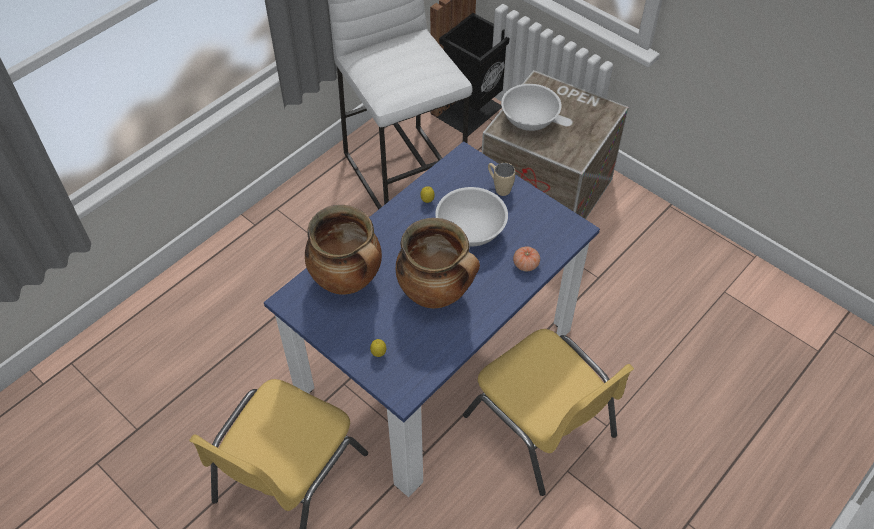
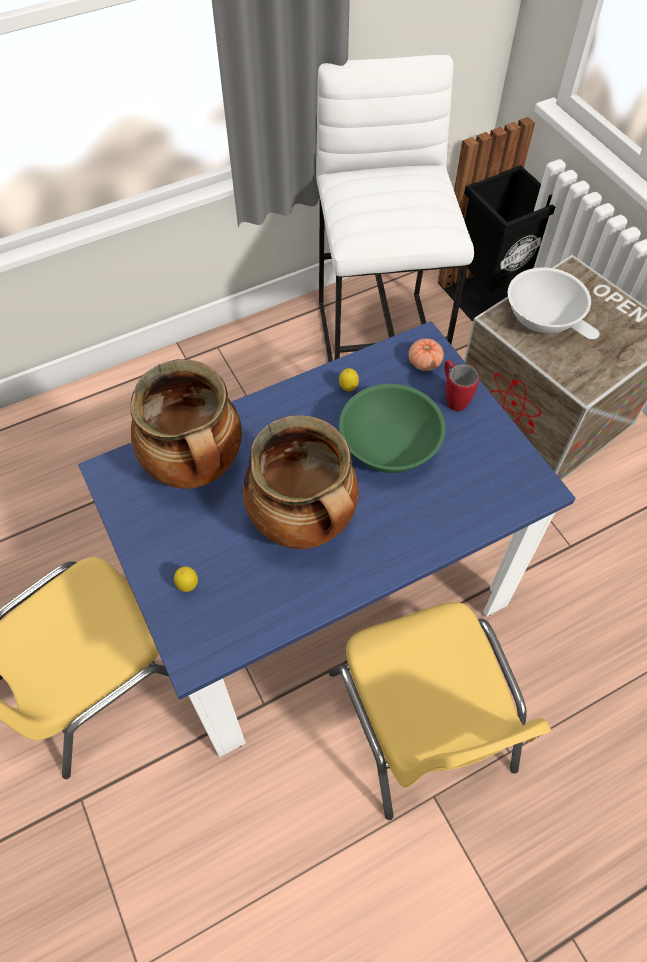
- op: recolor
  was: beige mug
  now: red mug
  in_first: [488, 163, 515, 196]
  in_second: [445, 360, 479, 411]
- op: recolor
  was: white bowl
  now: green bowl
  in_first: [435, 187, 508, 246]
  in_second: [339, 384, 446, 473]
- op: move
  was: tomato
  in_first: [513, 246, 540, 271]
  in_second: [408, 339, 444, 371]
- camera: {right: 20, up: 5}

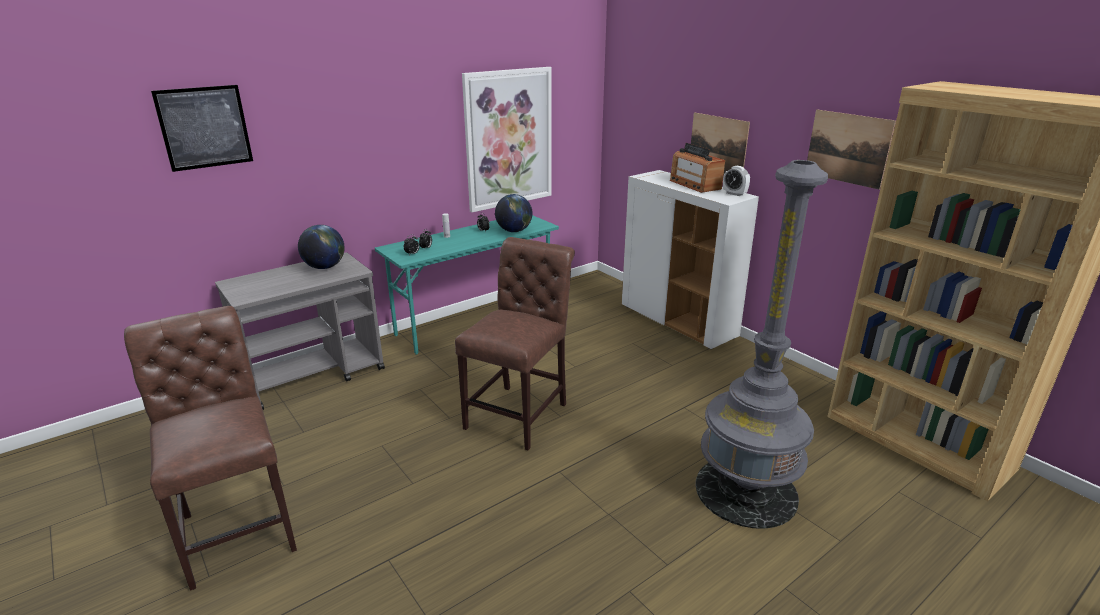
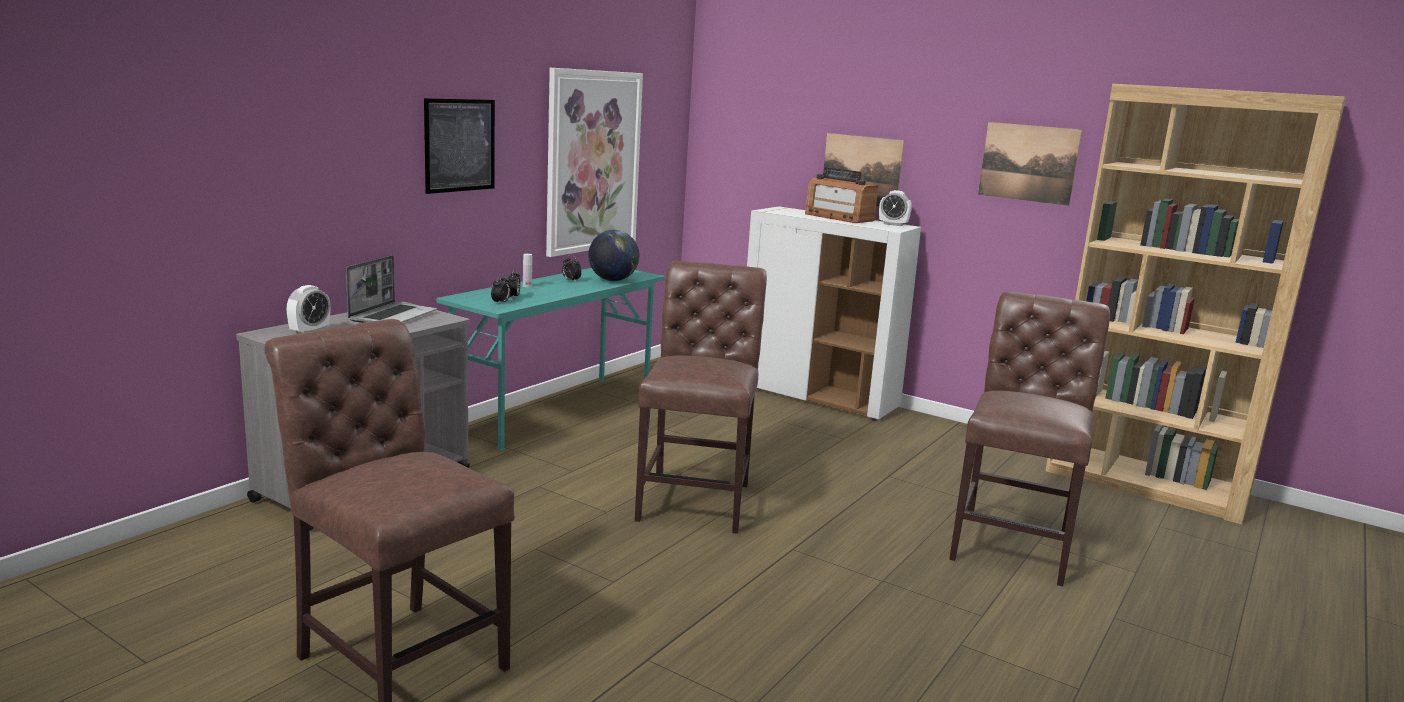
- op: move
  was: picture
  in_first: [151, 85, 253, 172]
  in_second: [424, 98, 495, 194]
- op: replace
  was: grey floor lamp
  now: brown chair
  in_first: [696, 160, 828, 529]
  in_second: [949, 291, 1110, 587]
- op: replace
  was: globe
  now: laptop
  in_first: [298, 225, 345, 269]
  in_second: [346, 255, 437, 323]
- op: insert
  now: alarm clock
  in_second: [287, 285, 330, 334]
- camera: {right: -20, up: -10}

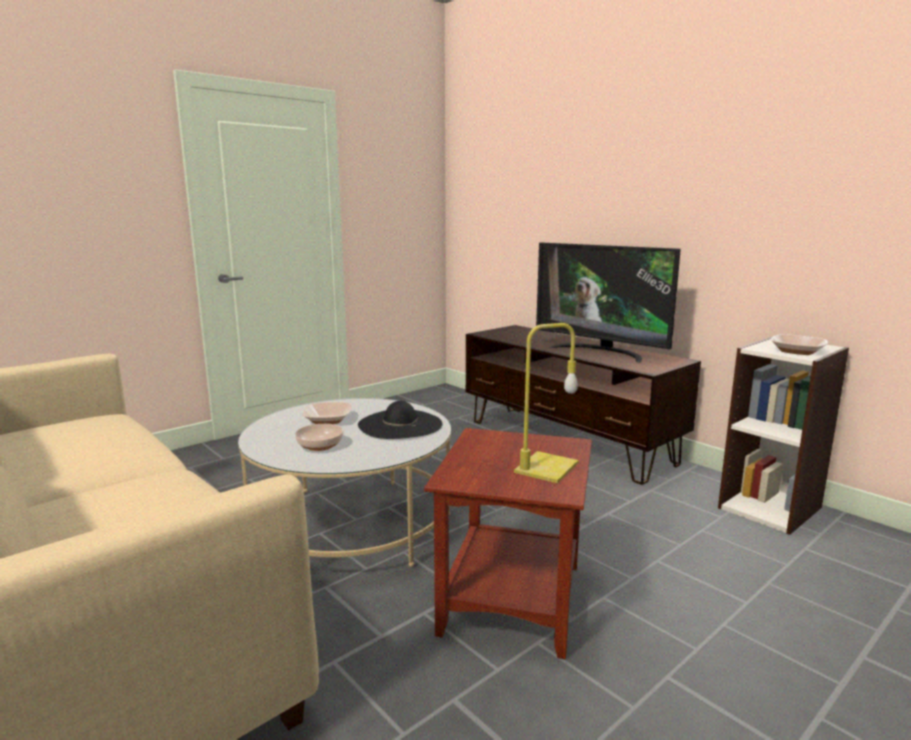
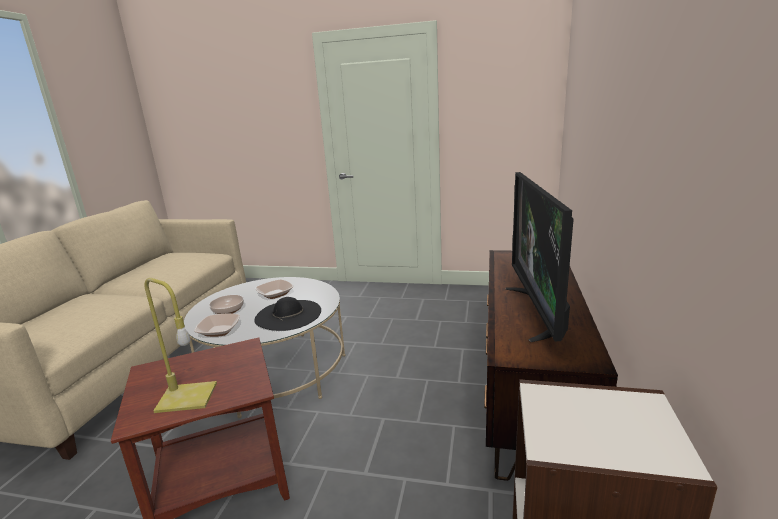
- op: move
  was: bowl
  in_first: [771, 334, 828, 355]
  in_second: [194, 314, 240, 337]
- camera: {right: 55, up: 5}

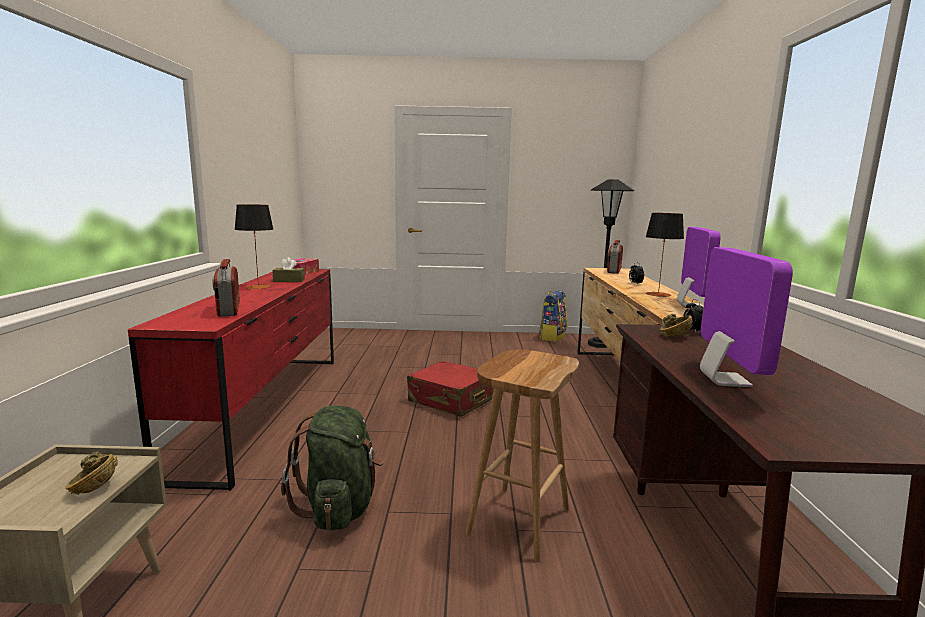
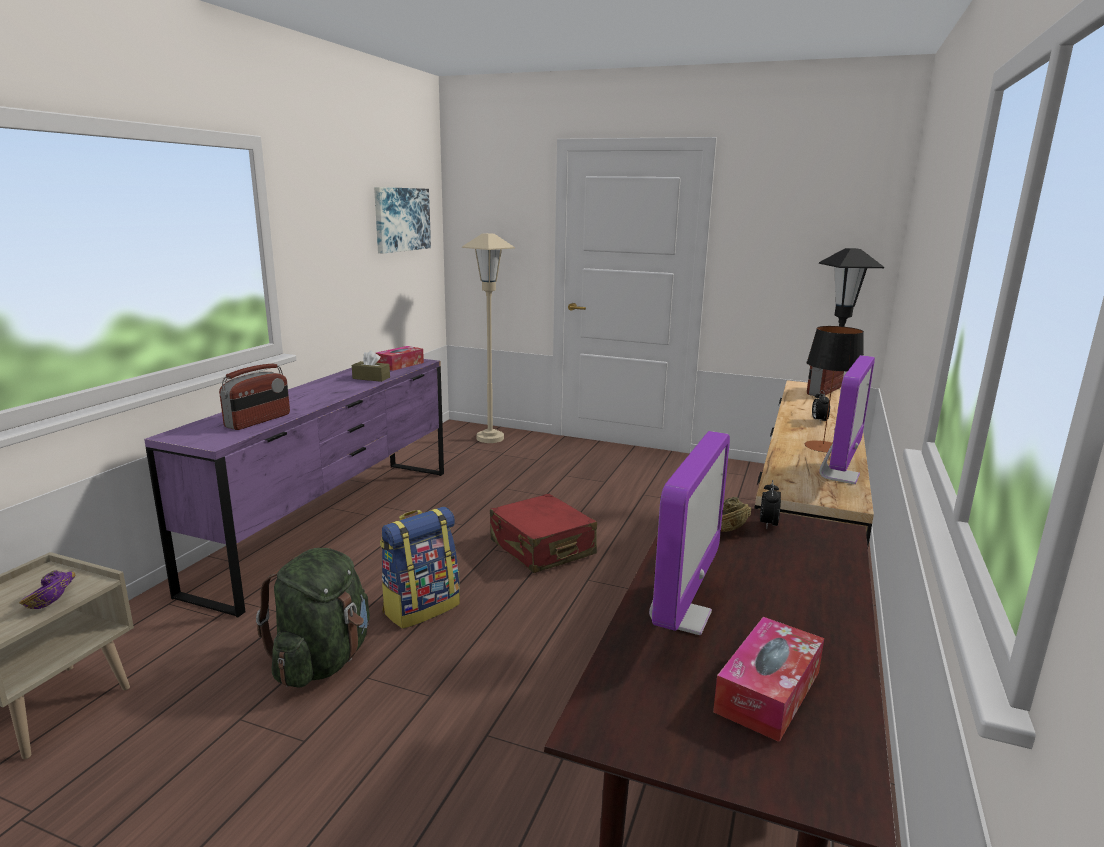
- op: delete
  was: table lamp
  in_first: [234, 204, 273, 289]
- op: rotate
  was: radio
  in_first: [212, 259, 240, 317]
  in_second: [219, 364, 290, 430]
  clockwise: -150
- op: recolor
  was: red dresser
  now: purple dresser
  in_first: [128, 269, 334, 491]
  in_second: [144, 359, 444, 617]
- op: move
  was: backpack
  in_first: [538, 290, 567, 342]
  in_second: [380, 507, 460, 629]
- op: delete
  was: brown stool
  in_first: [465, 349, 579, 562]
- op: recolor
  was: brown bowl
  now: purple bowl
  in_first: [65, 452, 118, 495]
  in_second: [19, 570, 76, 609]
- op: insert
  now: picture
  in_second: [374, 187, 431, 253]
- op: insert
  now: beige floor lamp
  in_second: [462, 233, 515, 443]
- op: insert
  now: tissue box
  in_second: [713, 617, 824, 742]
- camera: {right: 20, up: 5}

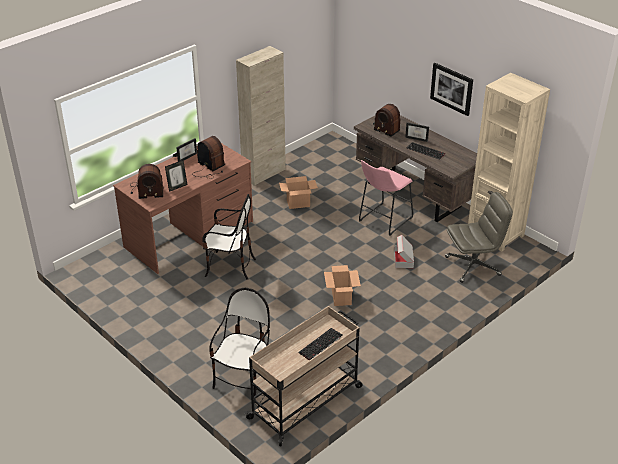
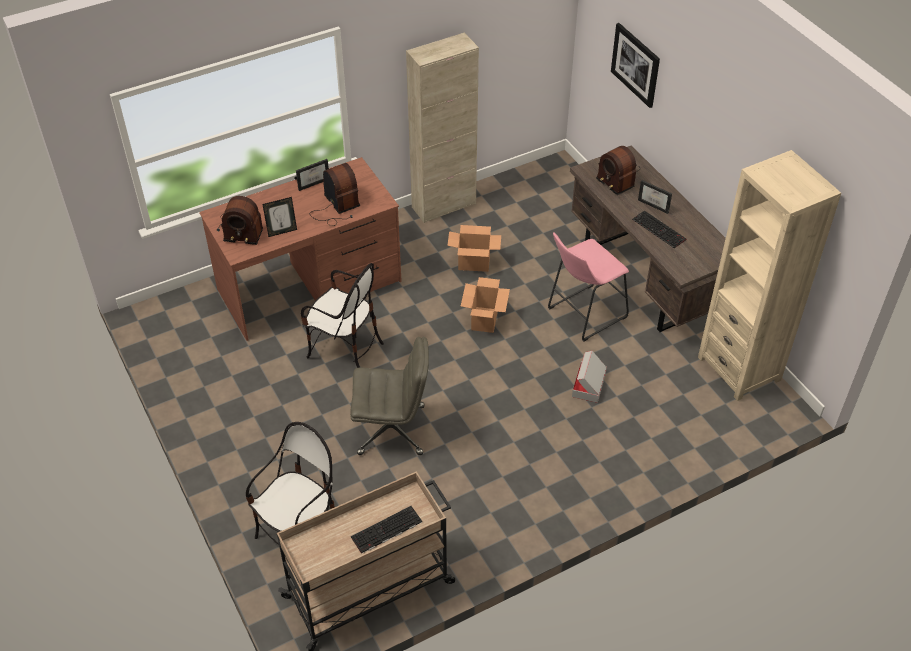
- op: move
  was: picture
  in_first: [430, 63, 473, 116]
  in_second: [611, 23, 660, 108]
- op: move
  was: grey office chair
  in_first: [445, 192, 513, 283]
  in_second: [350, 337, 429, 455]
- op: move
  was: cardboard box
  in_first: [324, 265, 361, 306]
  in_second: [461, 277, 510, 333]
- camera: {right: 15, up: 10}

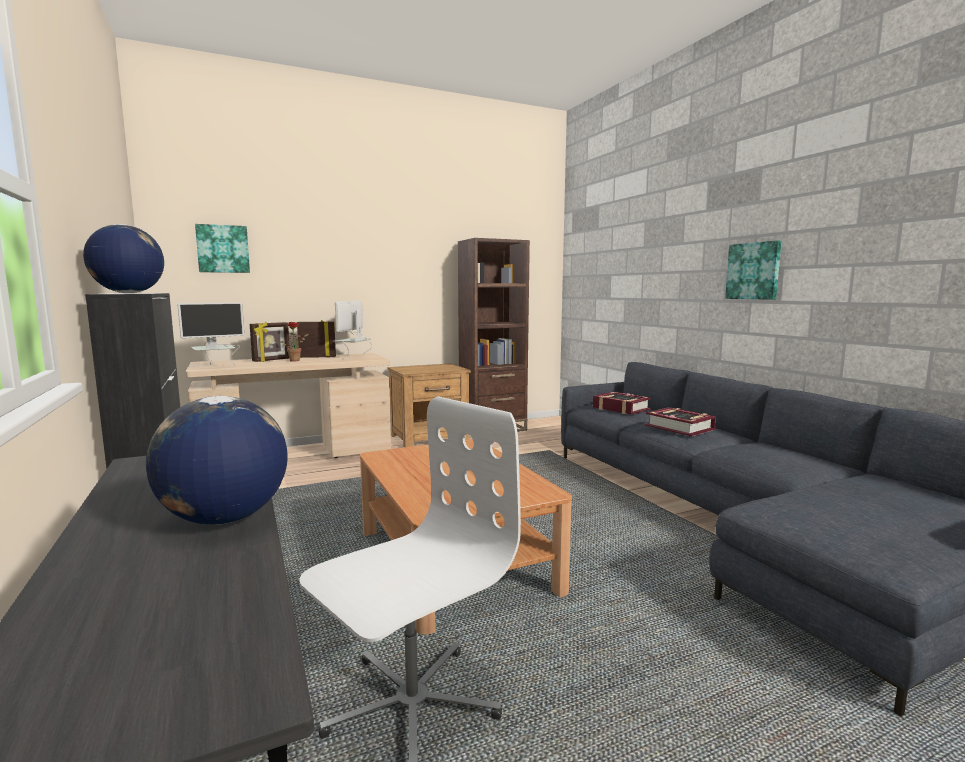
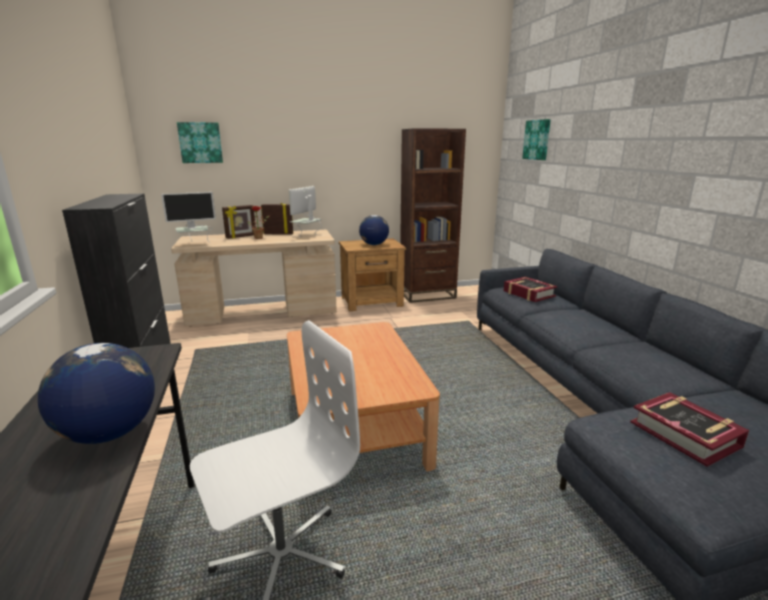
- op: move
  was: globe
  in_first: [83, 224, 164, 293]
  in_second: [359, 215, 389, 245]
- op: move
  was: picture
  in_first: [725, 240, 781, 300]
  in_second: [522, 119, 551, 160]
- op: move
  was: book
  in_first: [645, 407, 716, 436]
  in_second: [630, 392, 749, 467]
- camera: {right: 10, up: 10}

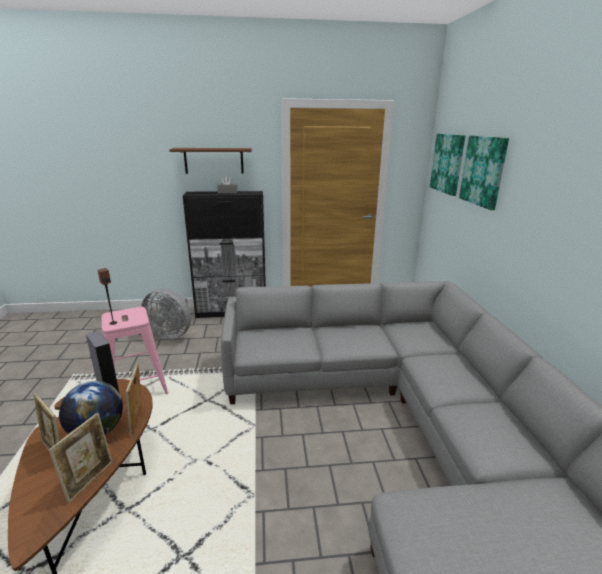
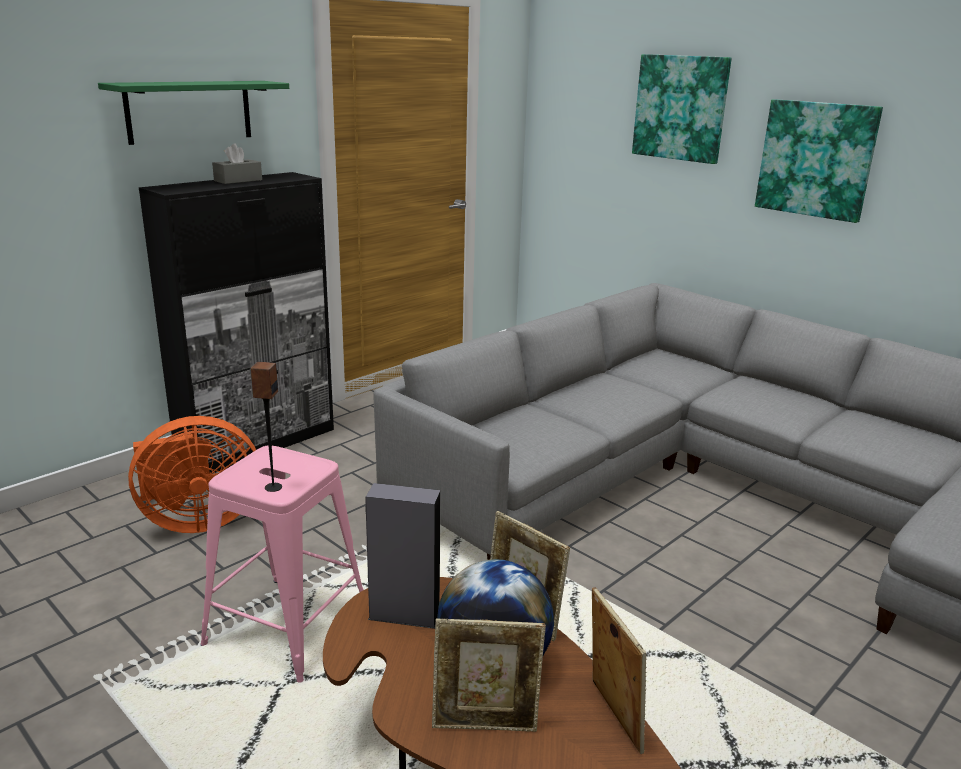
- op: move
  was: picture
  in_first: [430, 134, 465, 196]
  in_second: [755, 99, 883, 223]
- op: recolor
  was: brown shelf
  now: green shelf
  in_first: [169, 148, 252, 174]
  in_second: [98, 81, 289, 145]
- op: recolor
  was: grey fan
  now: orange fan
  in_first: [141, 289, 191, 339]
  in_second: [128, 416, 256, 533]
- camera: {right: -40, up: 0}

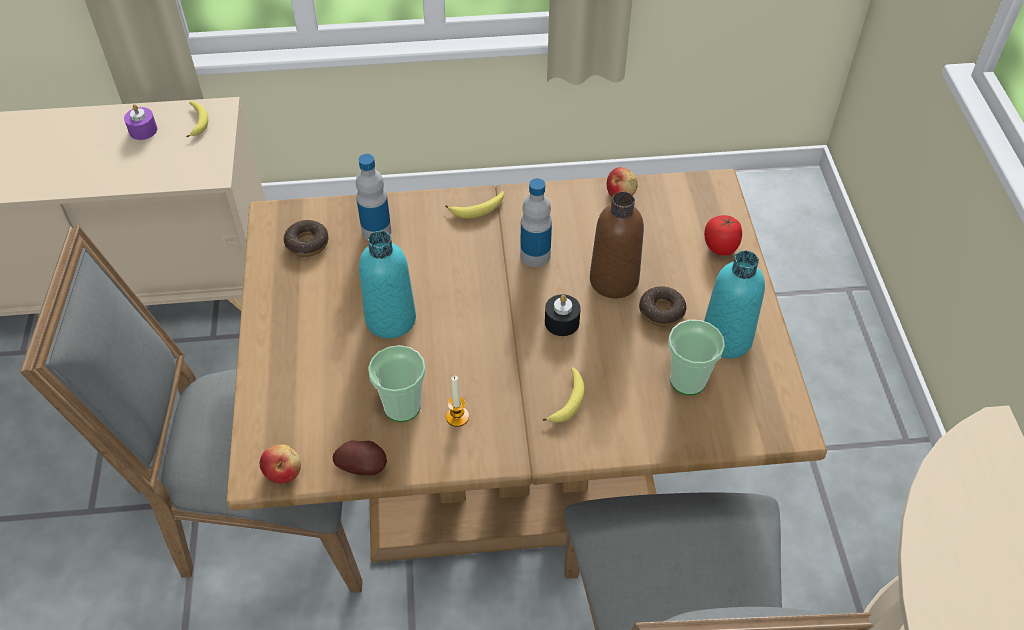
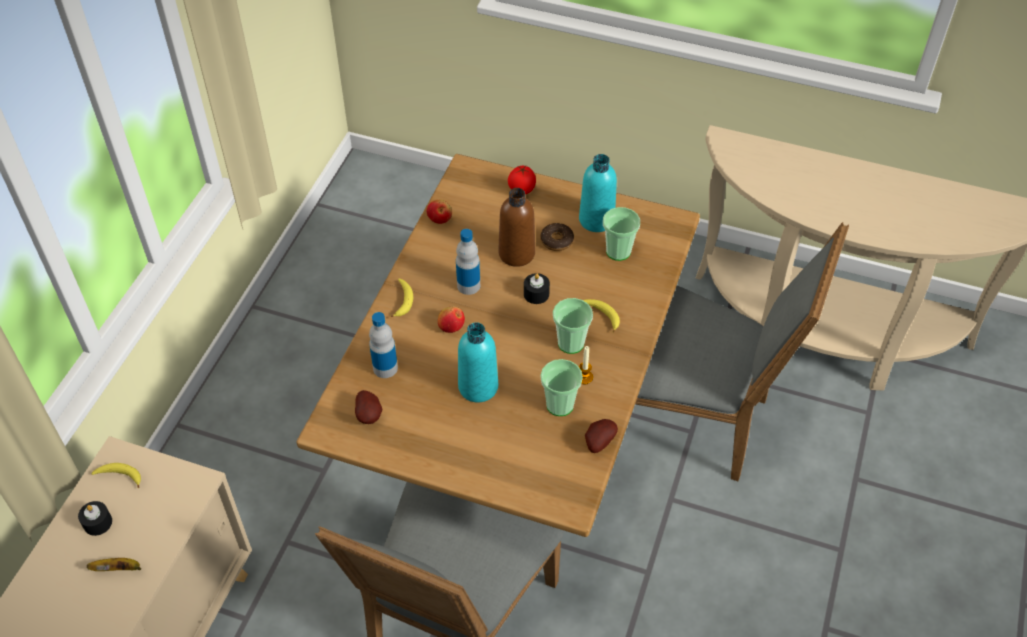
- op: recolor
  was: purple candle
  now: black candle
  in_first: [124, 104, 157, 140]
  in_second: [78, 501, 112, 536]
- op: replace
  was: donut
  now: potato
  in_first: [284, 220, 329, 257]
  in_second: [355, 390, 382, 424]
- op: move
  was: apple
  in_first: [260, 444, 301, 484]
  in_second: [438, 306, 465, 333]
- op: insert
  now: cup
  in_second: [553, 298, 593, 354]
- op: insert
  now: banana
  in_second: [87, 558, 141, 571]
- camera: {right: -65, up: 0}

